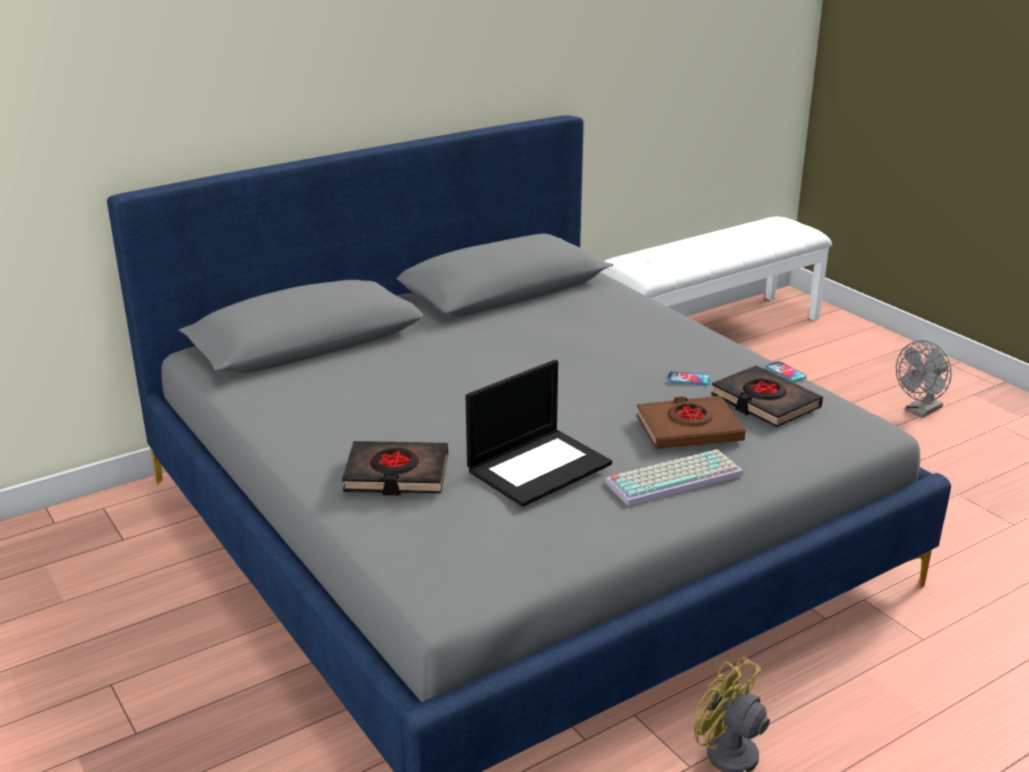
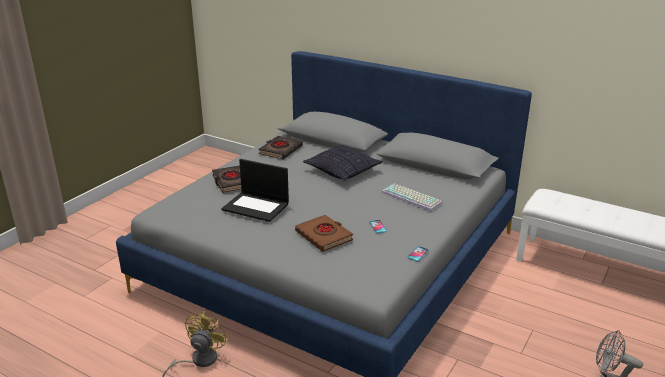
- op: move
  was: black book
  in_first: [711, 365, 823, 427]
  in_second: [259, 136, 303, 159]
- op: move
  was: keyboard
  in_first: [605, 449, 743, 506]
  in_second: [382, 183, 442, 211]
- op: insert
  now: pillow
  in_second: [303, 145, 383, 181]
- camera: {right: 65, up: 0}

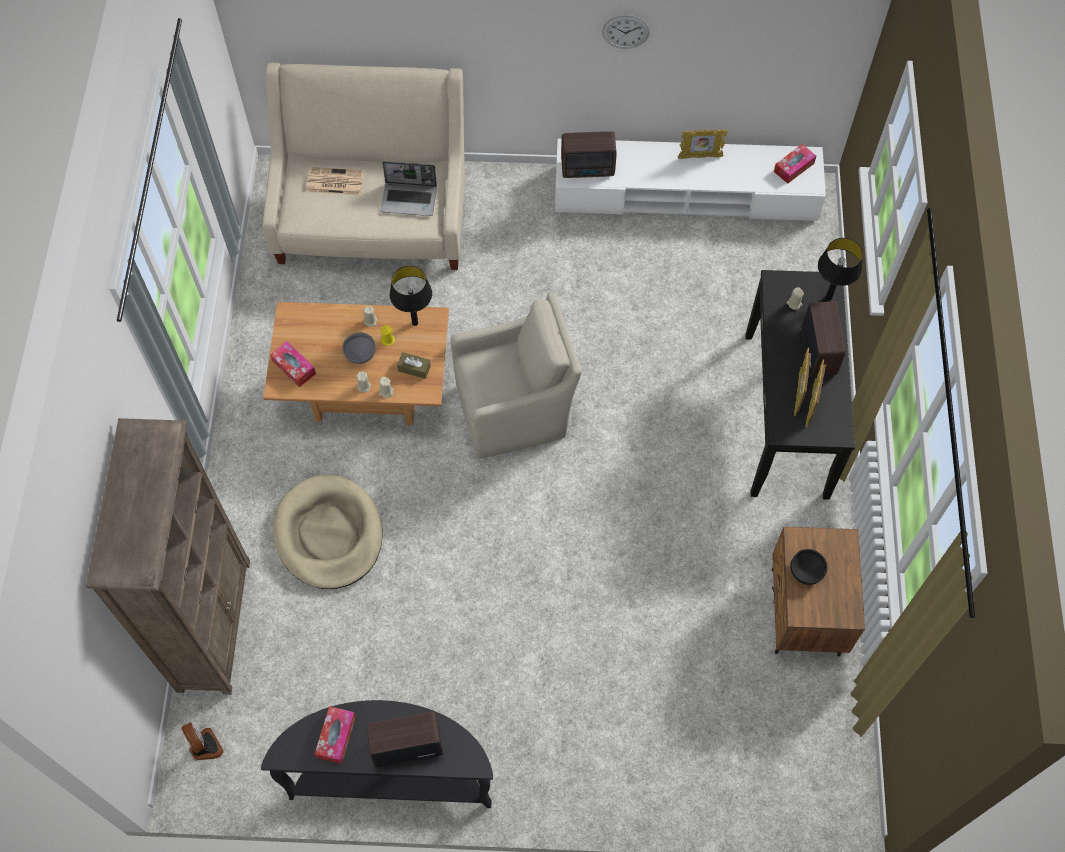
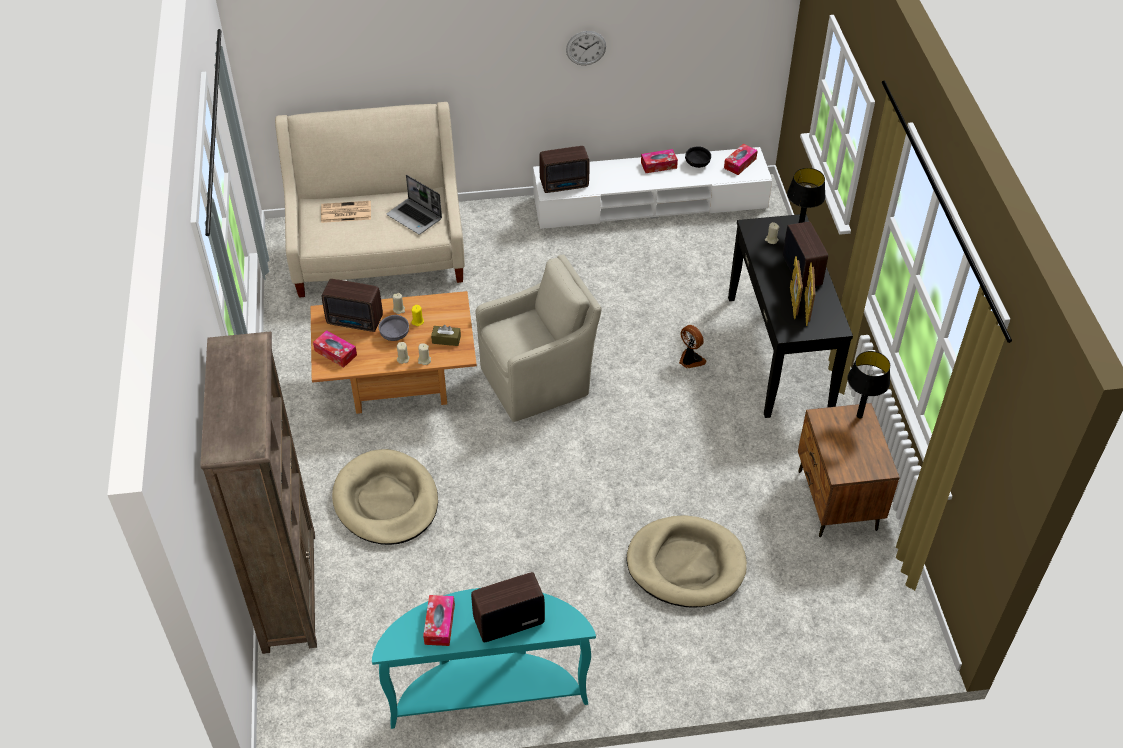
- op: replace
  was: picture frame
  now: tissue box
  in_first: [678, 129, 728, 159]
  in_second: [641, 149, 678, 173]
- op: rotate
  was: laptop
  in_first: [381, 161, 437, 216]
  in_second: [387, 175, 442, 234]
  clockwise: 45
- op: move
  was: black table lamp
  in_first: [389, 266, 432, 326]
  in_second: [847, 351, 890, 418]
- op: move
  was: black bowl
  in_first: [790, 549, 827, 585]
  in_second: [685, 146, 711, 168]
- op: recolor
  was: black console table
  now: turquoise console table
  in_first: [261, 700, 493, 808]
  in_second: [372, 588, 596, 729]
- op: move
  was: fan
  in_first: [181, 722, 224, 761]
  in_second: [679, 325, 707, 369]
- op: insert
  now: radio
  in_second: [322, 279, 383, 332]
- op: insert
  now: beige dog bed
  in_second: [627, 515, 747, 608]
- camera: {right: -10, up: -15}

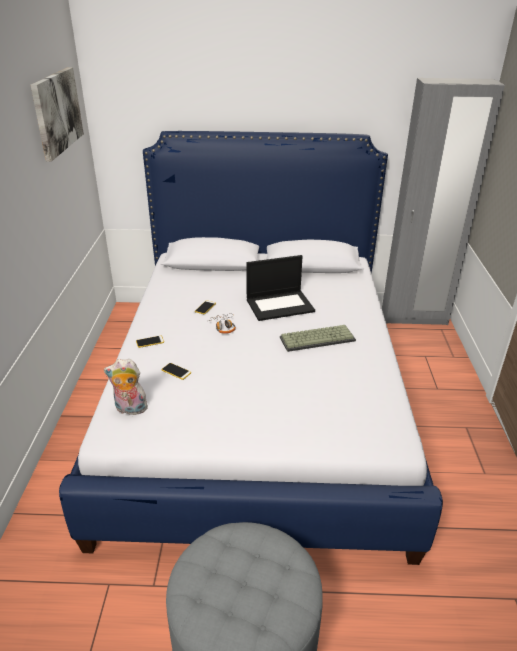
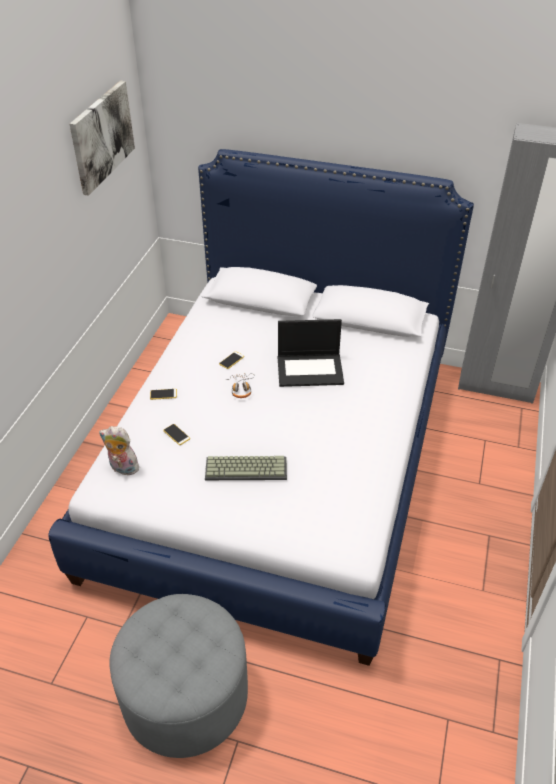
- op: move
  was: keyboard
  in_first: [280, 325, 356, 352]
  in_second: [205, 456, 287, 480]
- camera: {right: 15, up: 10}

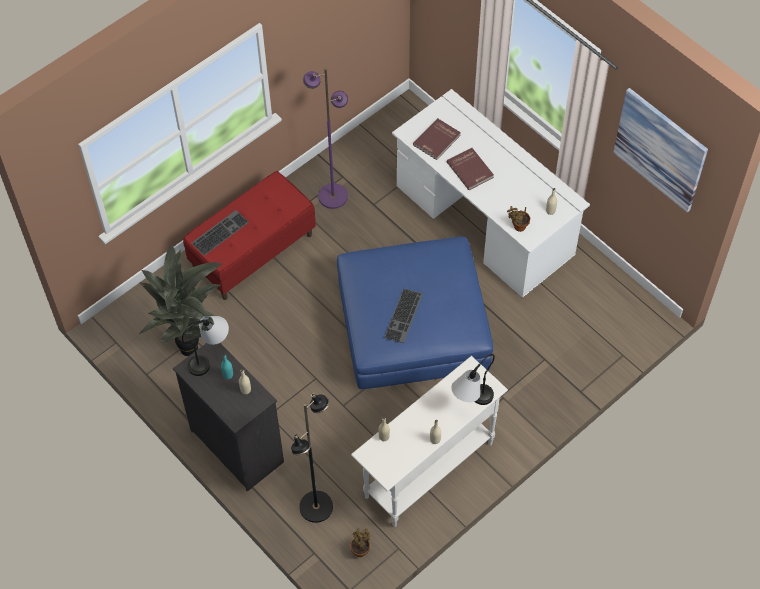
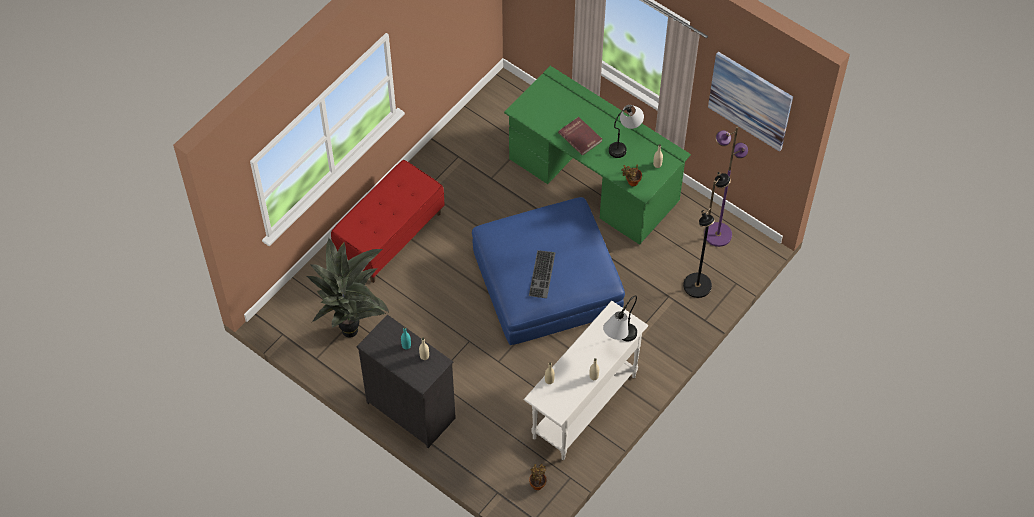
- op: move
  was: purple floor lamp
  in_first: [303, 68, 348, 209]
  in_second: [704, 127, 748, 247]
- op: recolor
  was: white desk
  now: green desk
  in_first: [392, 89, 590, 298]
  in_second: [504, 66, 691, 245]
- op: delete
  was: red book
  in_first: [413, 118, 461, 160]
- op: delete
  was: keyboard
  in_first: [192, 210, 249, 256]
- op: move
  was: table lamp
  in_first: [182, 316, 229, 376]
  in_second: [609, 105, 644, 158]
- op: move
  was: black floor lamp
  in_first: [291, 393, 333, 523]
  in_second: [683, 172, 731, 298]
- camera: {right: -10, up: 0}

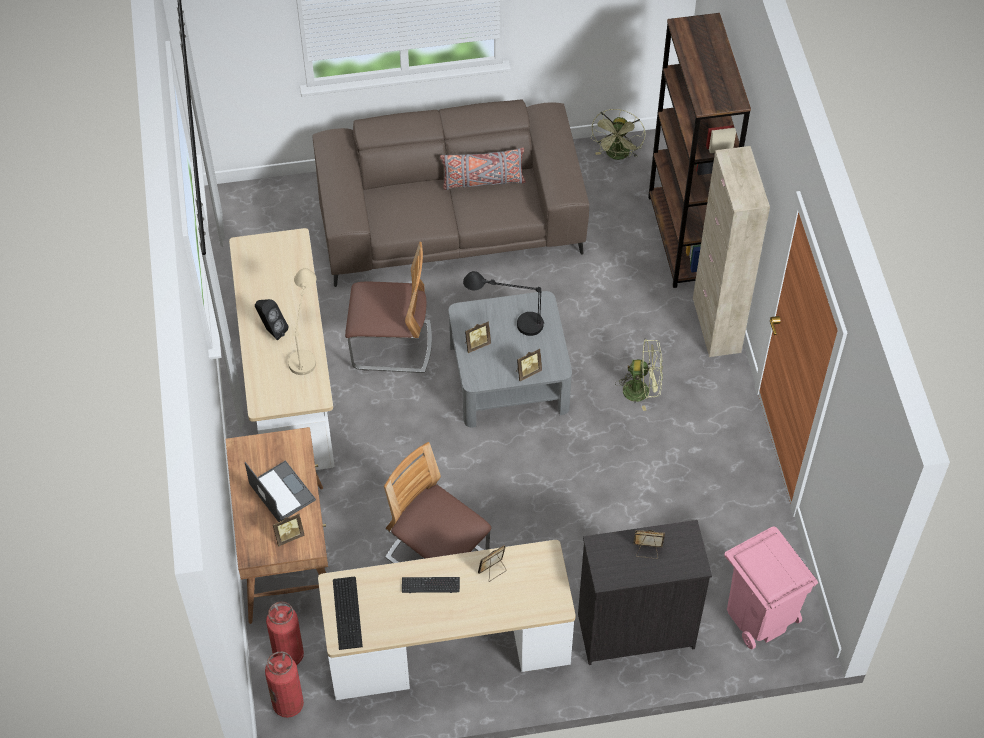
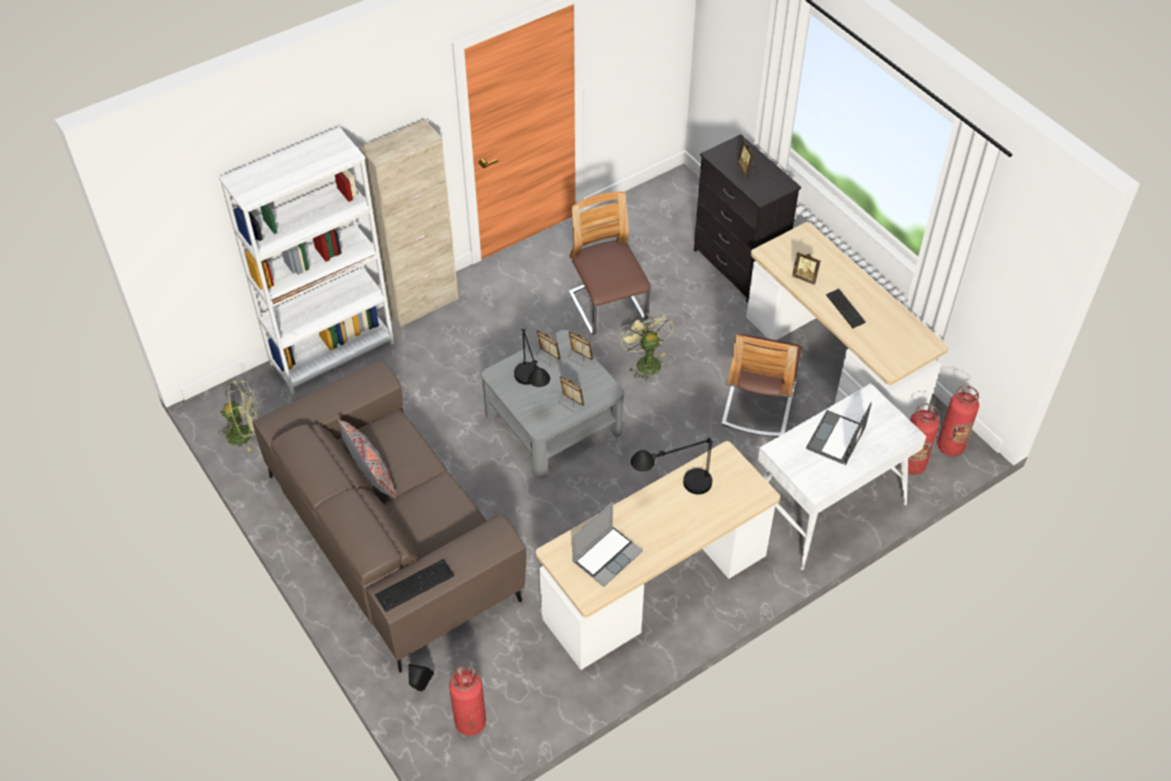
- op: recolor
  was: brown bookcase
  now: white bookcase
  in_first: [648, 13, 751, 288]
  in_second: [219, 127, 394, 394]
- op: move
  was: chair
  in_first: [345, 242, 432, 373]
  in_second: [569, 192, 651, 335]
- op: recolor
  was: beige table lamp
  now: black table lamp
  in_first: [288, 268, 316, 375]
  in_second: [631, 438, 713, 494]
- op: move
  was: black speaker
  in_first: [255, 299, 288, 340]
  in_second: [409, 664, 434, 691]
- op: move
  was: green fan
  in_first: [615, 339, 663, 411]
  in_second: [619, 311, 674, 382]
- op: recolor
  was: brown desk
  now: white desk
  in_first: [226, 427, 328, 624]
  in_second: [758, 383, 927, 570]
- op: move
  was: picture frame
  in_first: [273, 514, 305, 546]
  in_second: [536, 330, 560, 366]
- op: delete
  was: pink trash can
  in_first: [724, 526, 818, 650]
- op: move
  was: keyboard
  in_first: [333, 577, 363, 650]
  in_second: [375, 559, 455, 612]
- op: insert
  now: laptop
  in_second: [572, 502, 643, 587]
- op: insert
  now: fire extinguisher
  in_second: [449, 666, 486, 736]
- camera: {right: -115, up: -5}

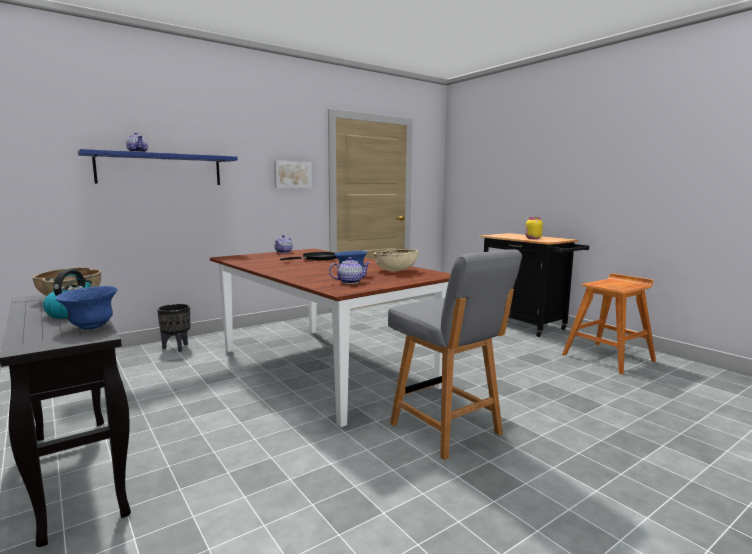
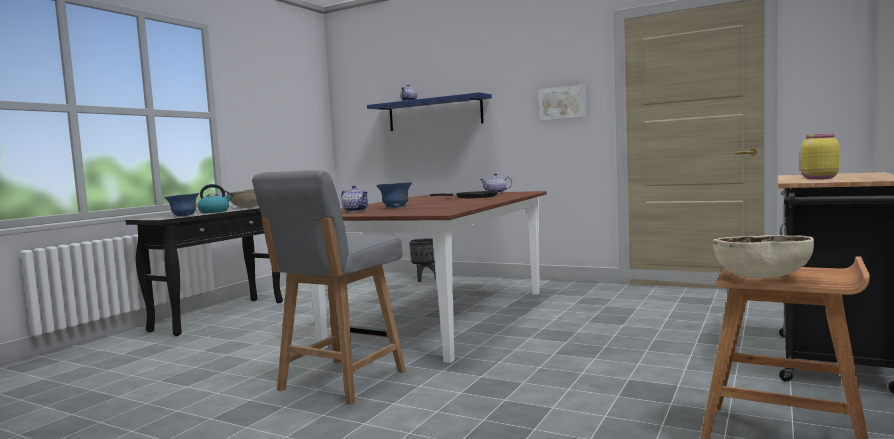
- op: move
  was: beige bowl
  in_first: [374, 249, 418, 271]
  in_second: [713, 235, 814, 278]
- camera: {right: 65, up: -5}

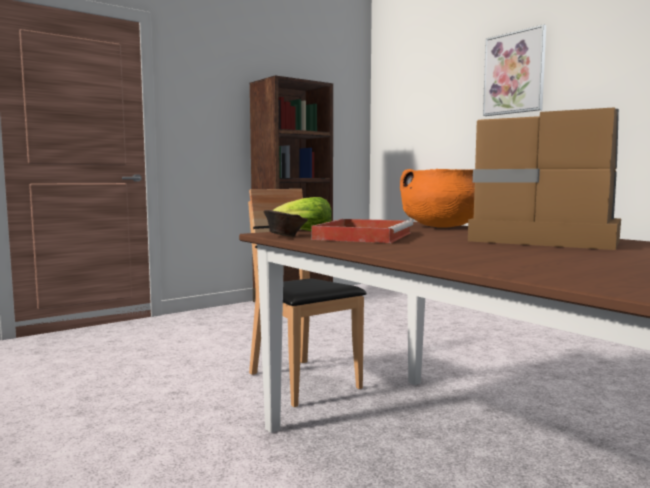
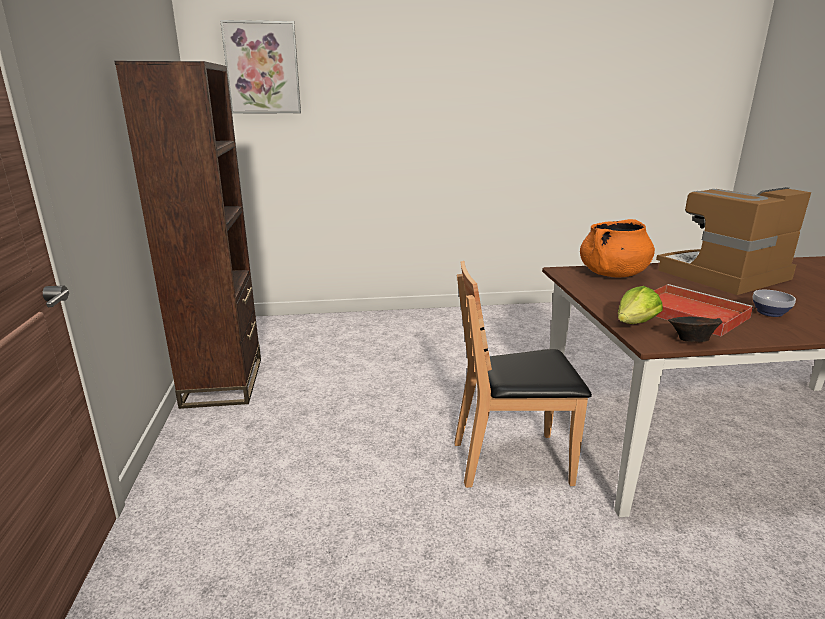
- op: move
  was: picture
  in_first: [483, 24, 546, 116]
  in_second: [220, 20, 301, 114]
- op: insert
  now: bowl
  in_second: [752, 290, 796, 317]
- camera: {right: -60, up: 15}

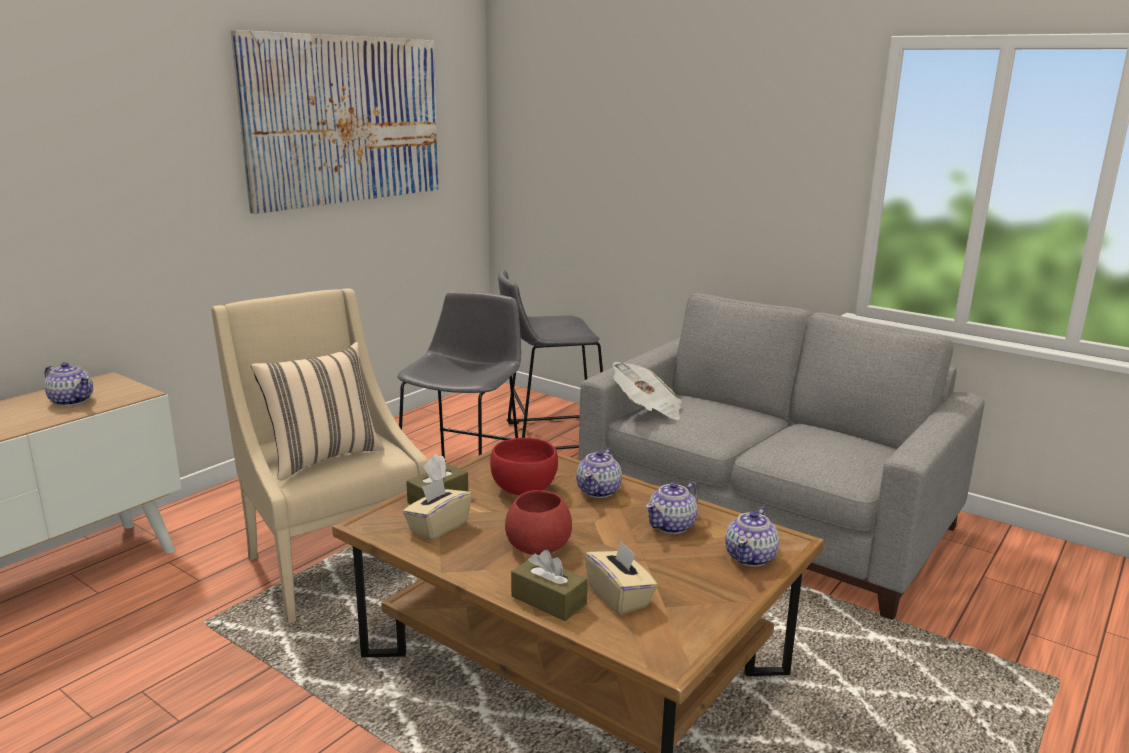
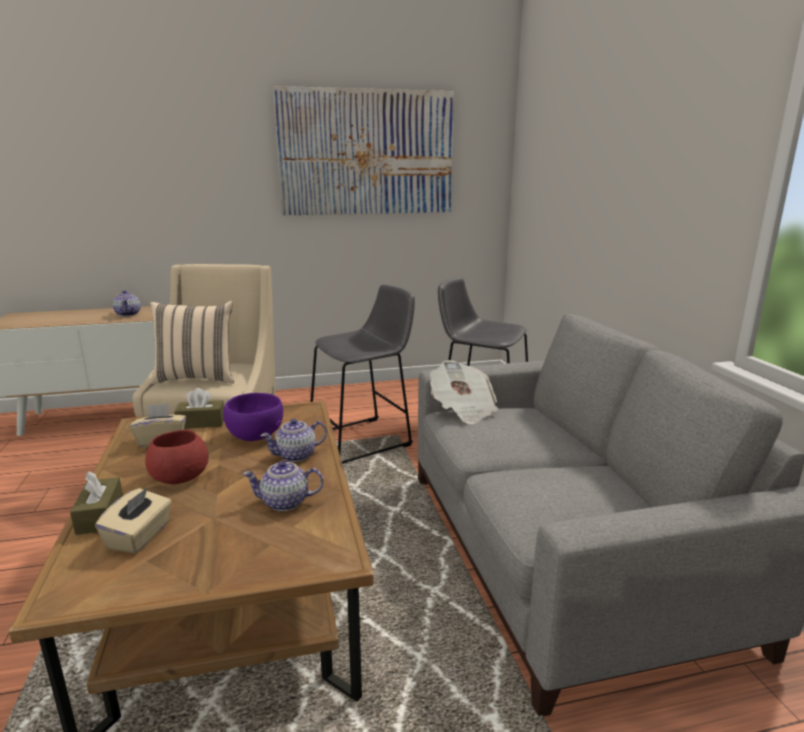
- op: recolor
  was: red bowl
  now: purple bowl
  in_first: [490, 438, 558, 495]
  in_second: [223, 393, 283, 441]
- op: delete
  was: teapot
  in_first: [725, 507, 779, 567]
- camera: {right: 40, up: 0}

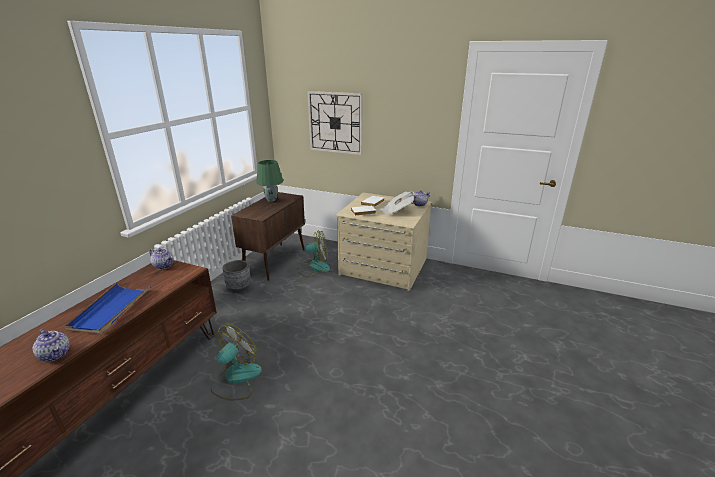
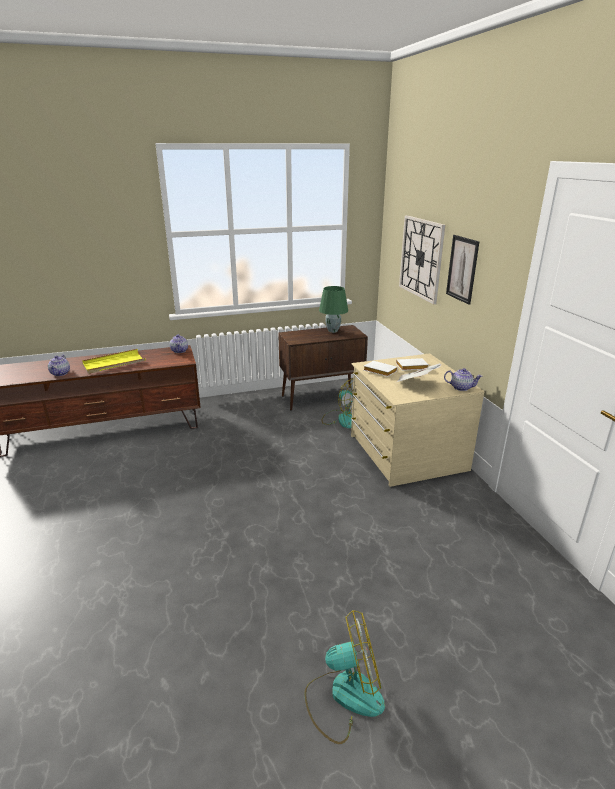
- op: delete
  was: grey planter
  in_first: [222, 260, 251, 293]
- op: recolor
  was: blue tray
  now: yellow tray
  in_first: [65, 283, 151, 334]
  in_second: [82, 349, 146, 374]
- op: move
  was: fan
  in_first: [211, 324, 262, 400]
  in_second: [304, 610, 385, 744]
- op: insert
  now: picture
  in_second: [446, 235, 479, 305]
- camera: {right: 50, up: 0}

